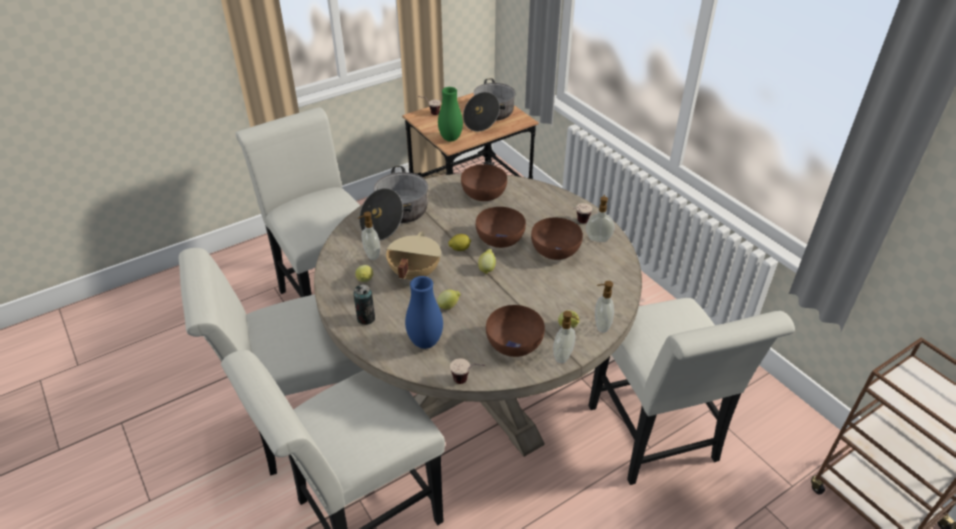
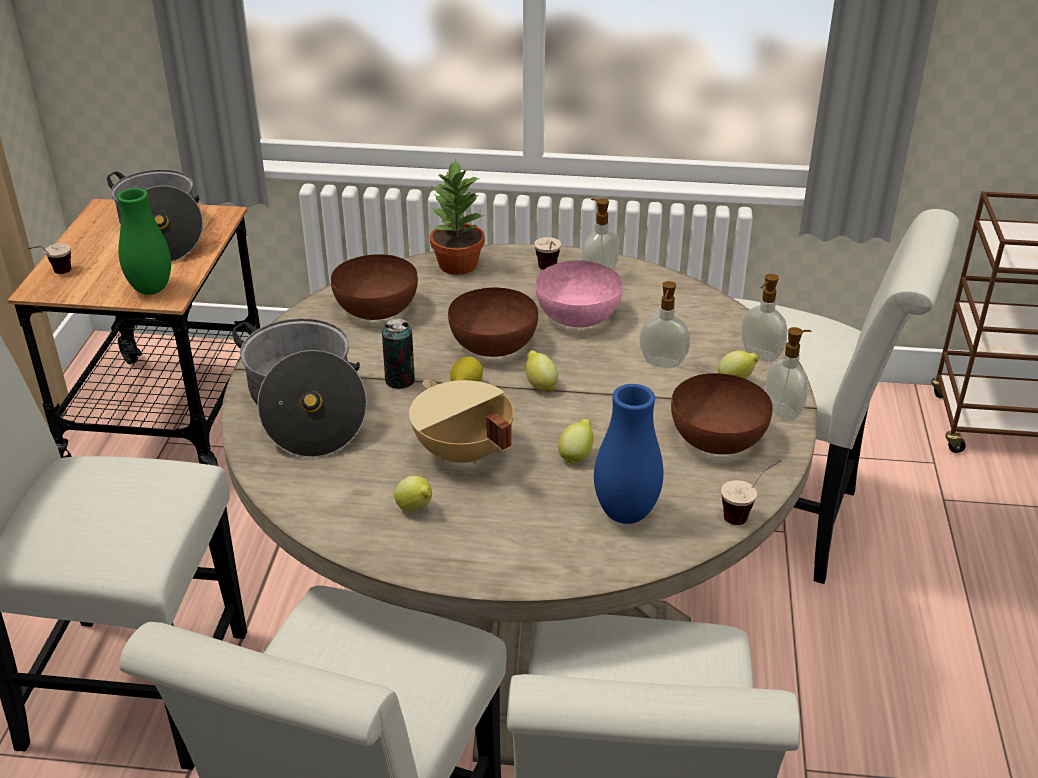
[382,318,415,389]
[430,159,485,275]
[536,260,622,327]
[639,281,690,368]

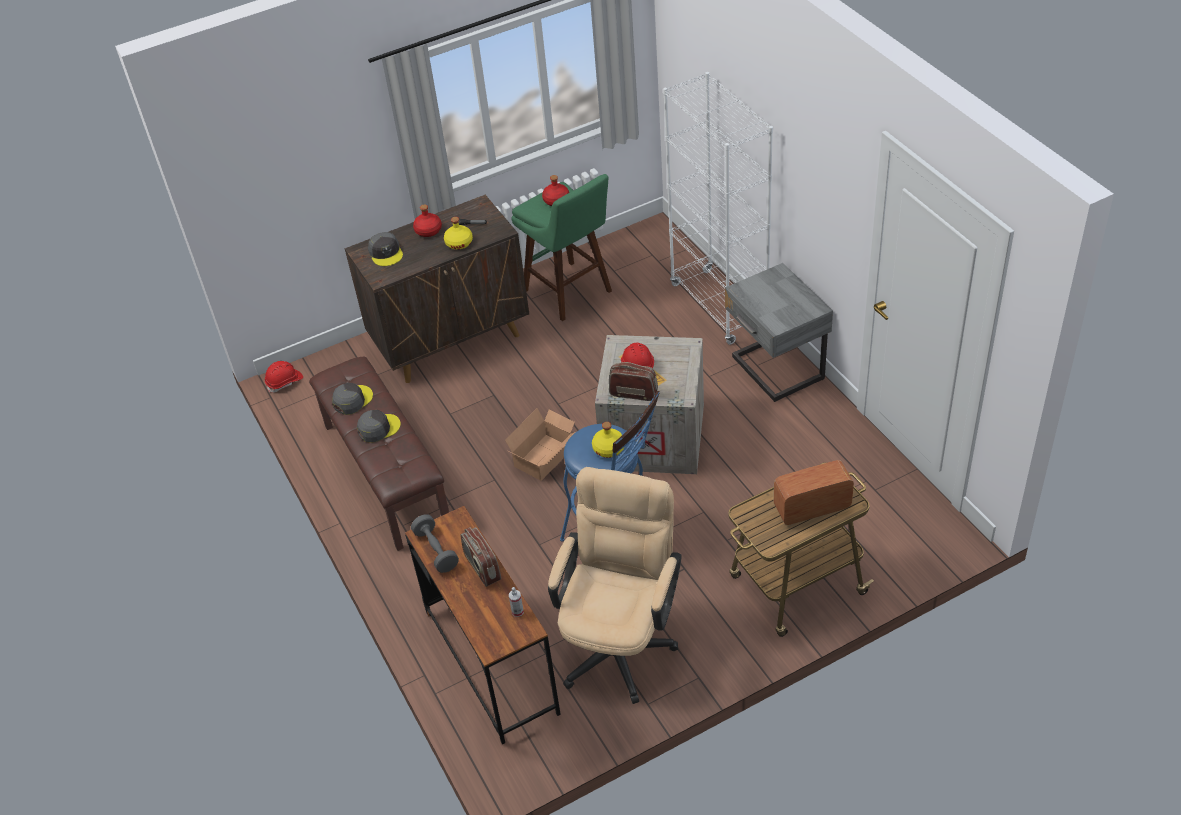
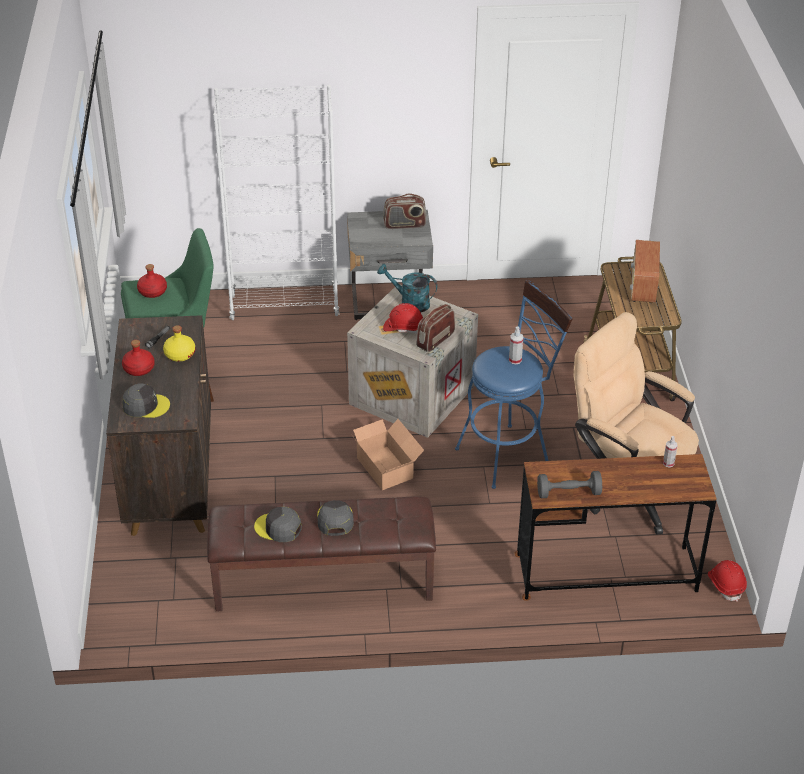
[254,507,302,542]
[377,264,438,312]
[383,193,427,229]
[509,326,523,364]
[708,560,747,602]

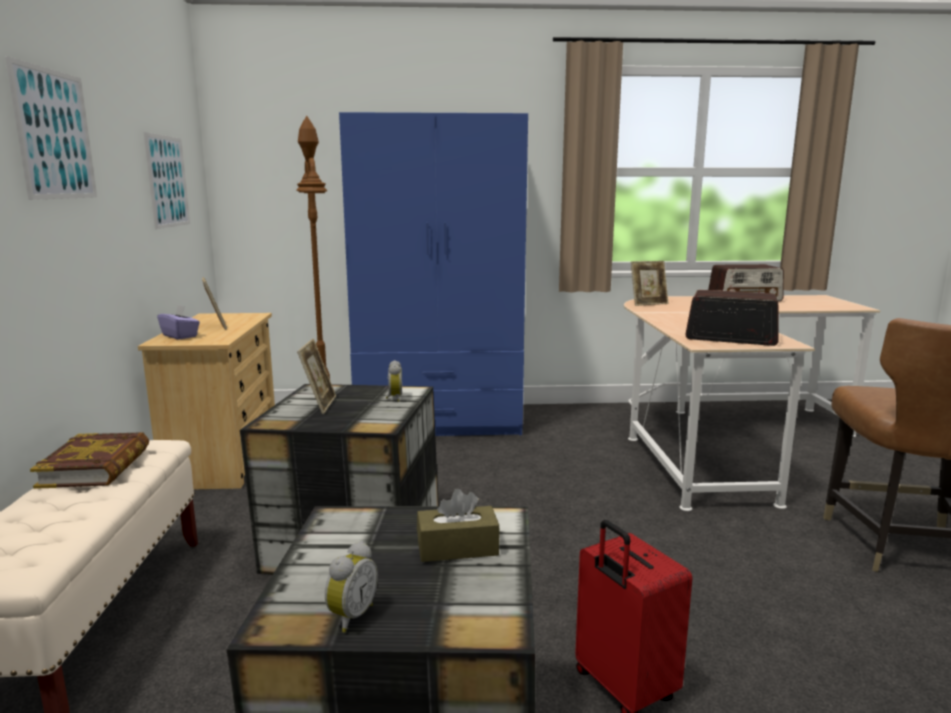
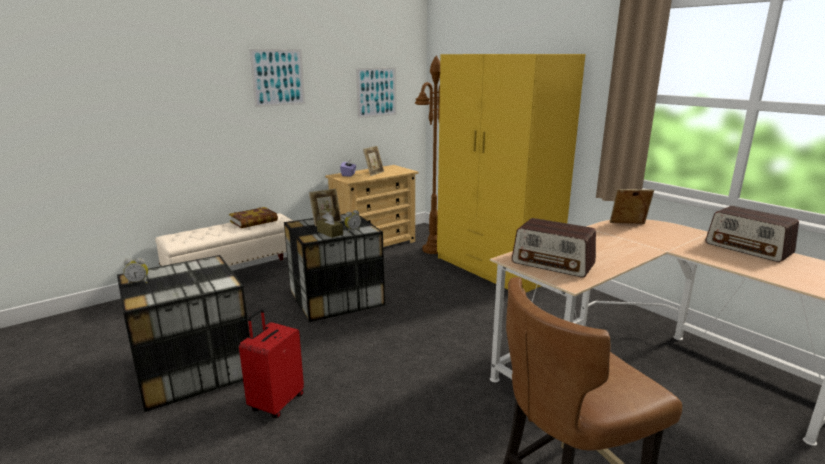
[317,212,343,238]
[437,54,586,292]
[512,218,596,278]
[610,189,654,224]

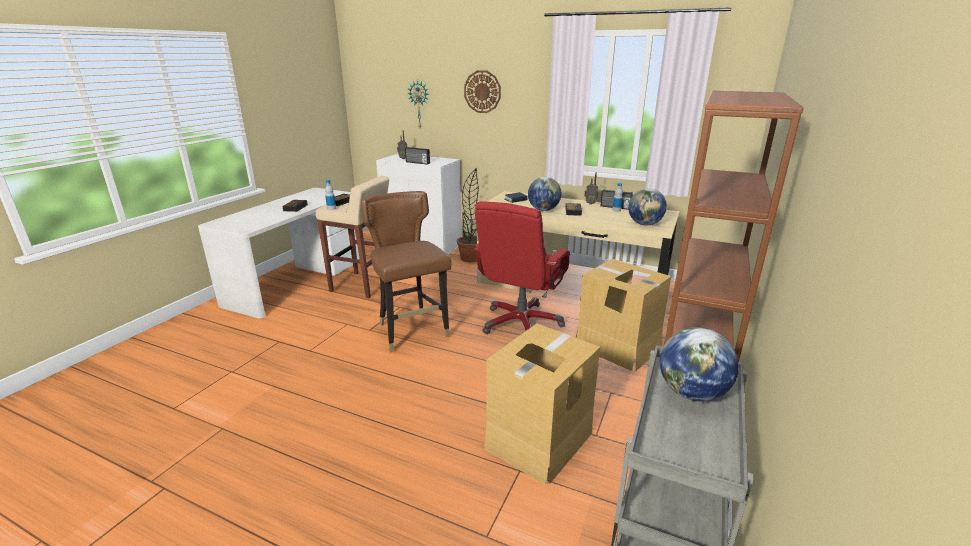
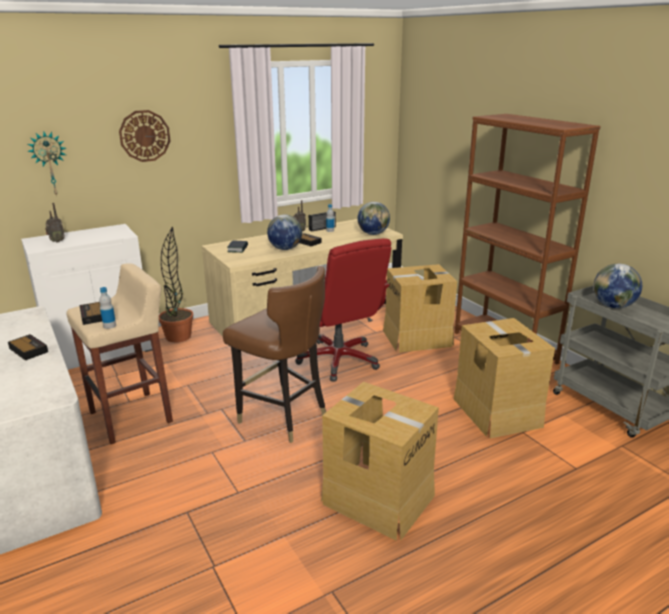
[223,266,326,443]
[321,382,439,541]
[405,147,430,165] (first image)

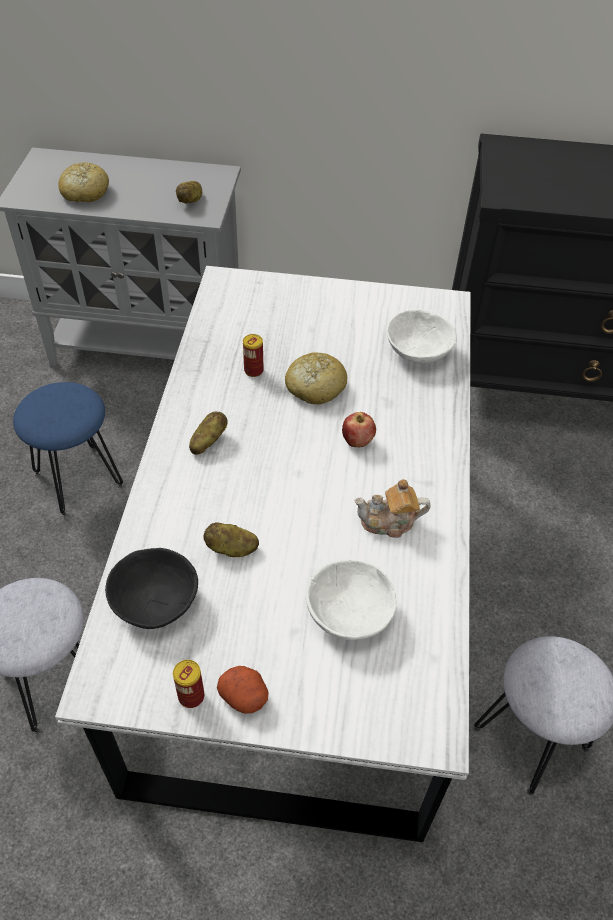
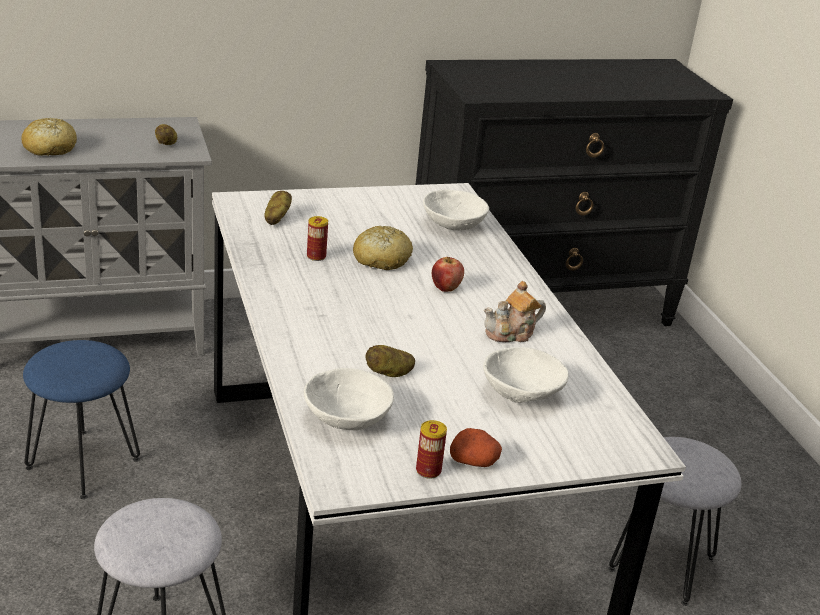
[264,191,292,225]
[304,368,394,430]

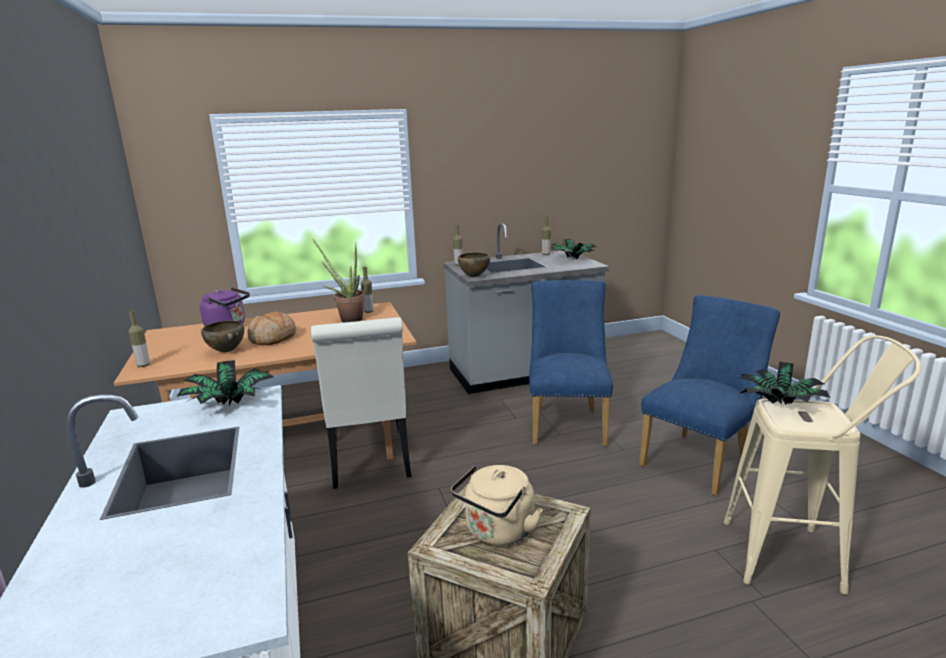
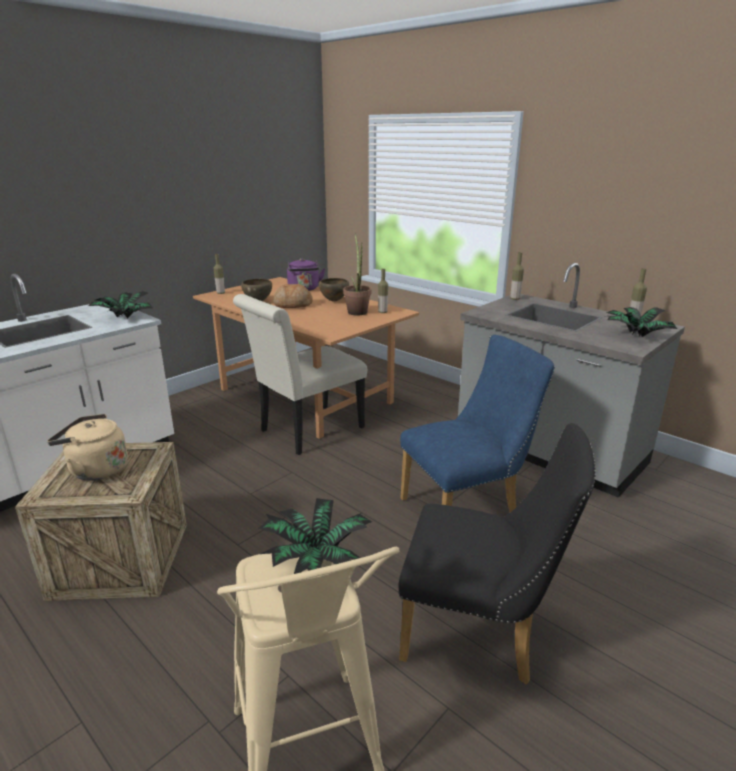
[319,278,349,301]
[399,423,596,684]

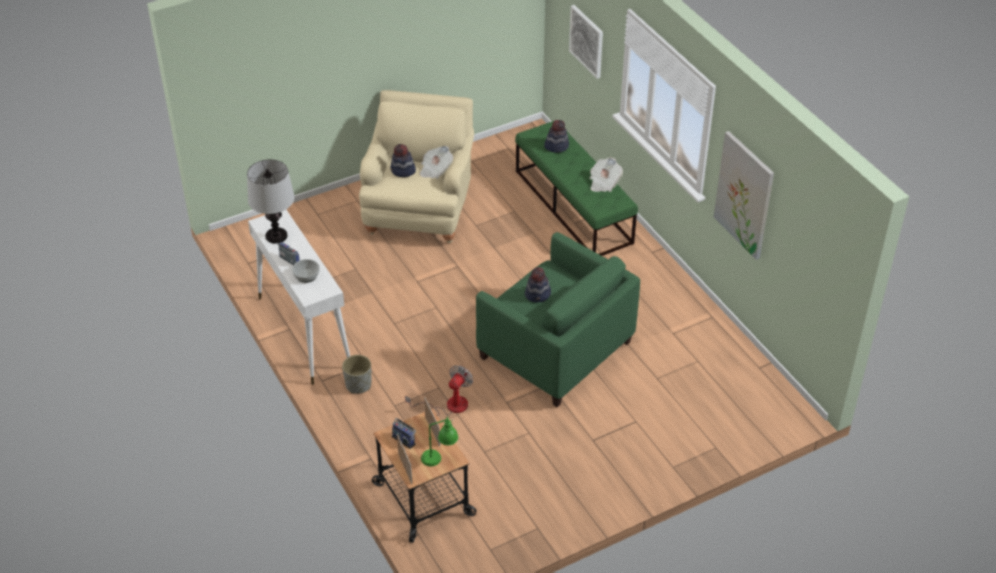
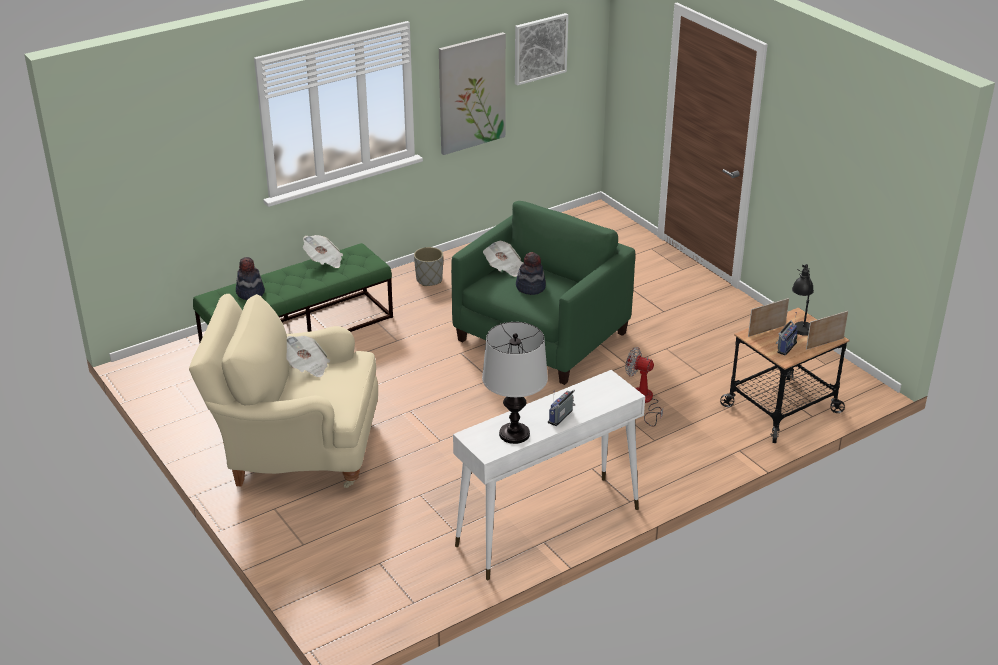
[414,247,443,286]
[483,241,523,277]
[515,13,568,85]
[792,264,814,336]
[292,259,320,283] (first image)
[390,144,416,177] (first image)

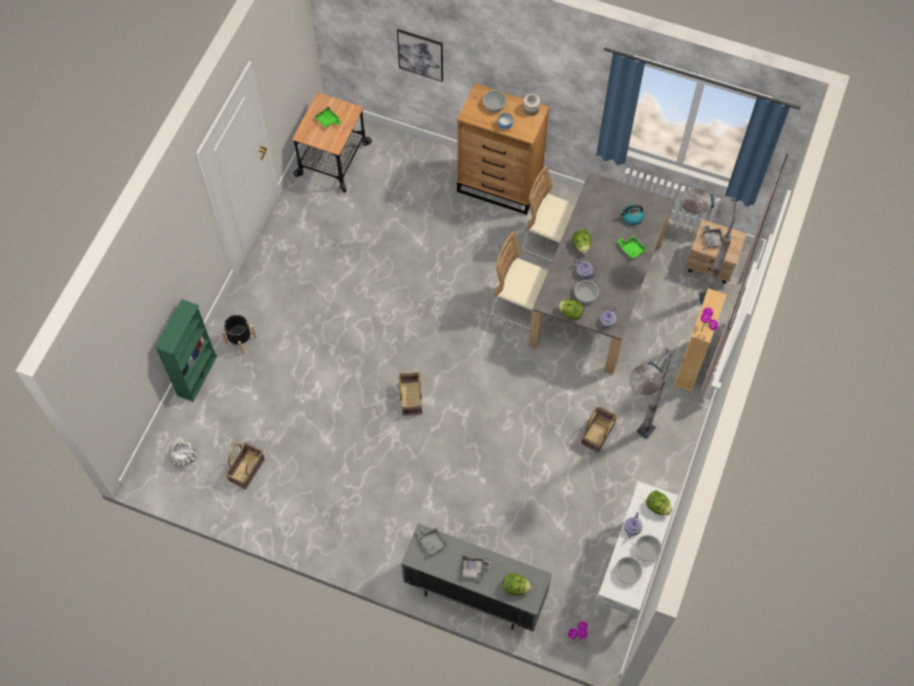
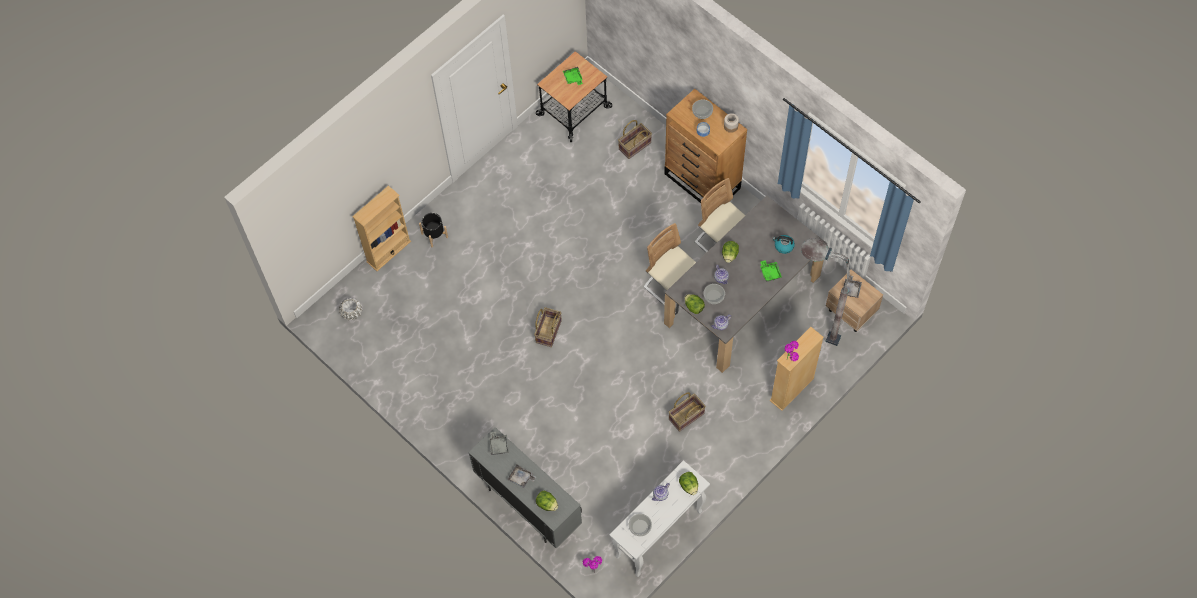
[352,186,411,271]
[618,120,652,159]
[397,29,443,82] (first image)
[629,348,672,439] (first image)
[635,535,662,562] (first image)

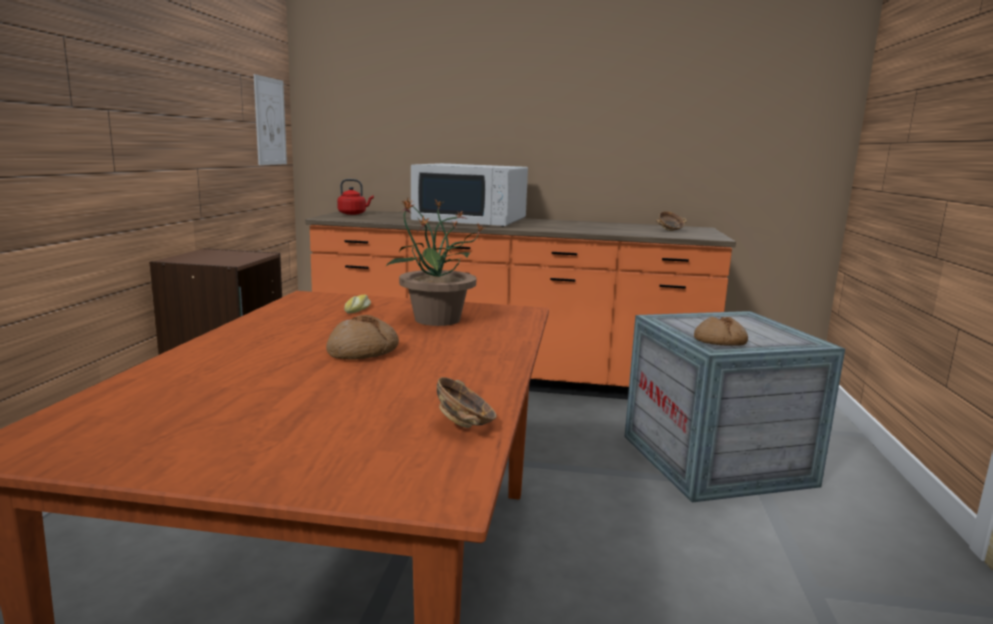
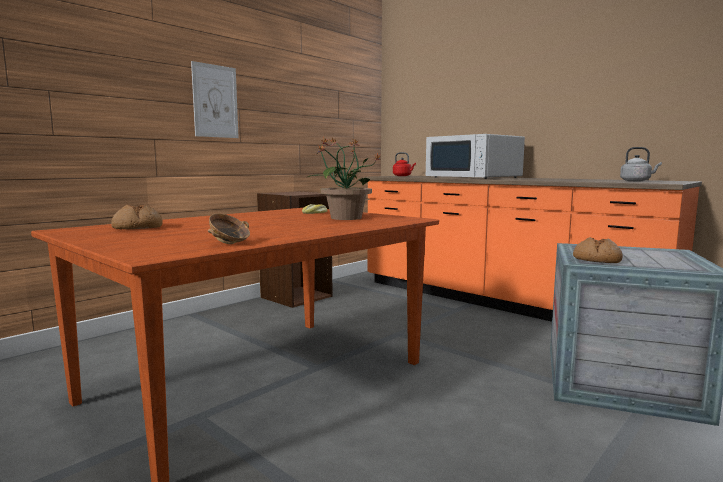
[111,204,163,229]
[191,61,239,138]
[620,147,662,181]

